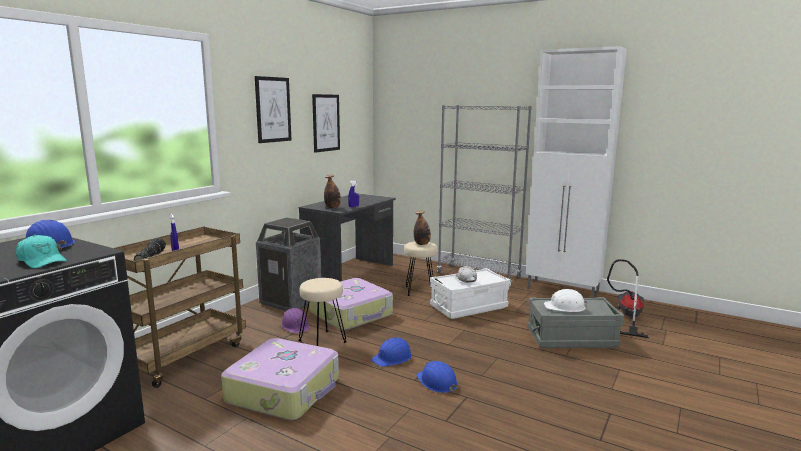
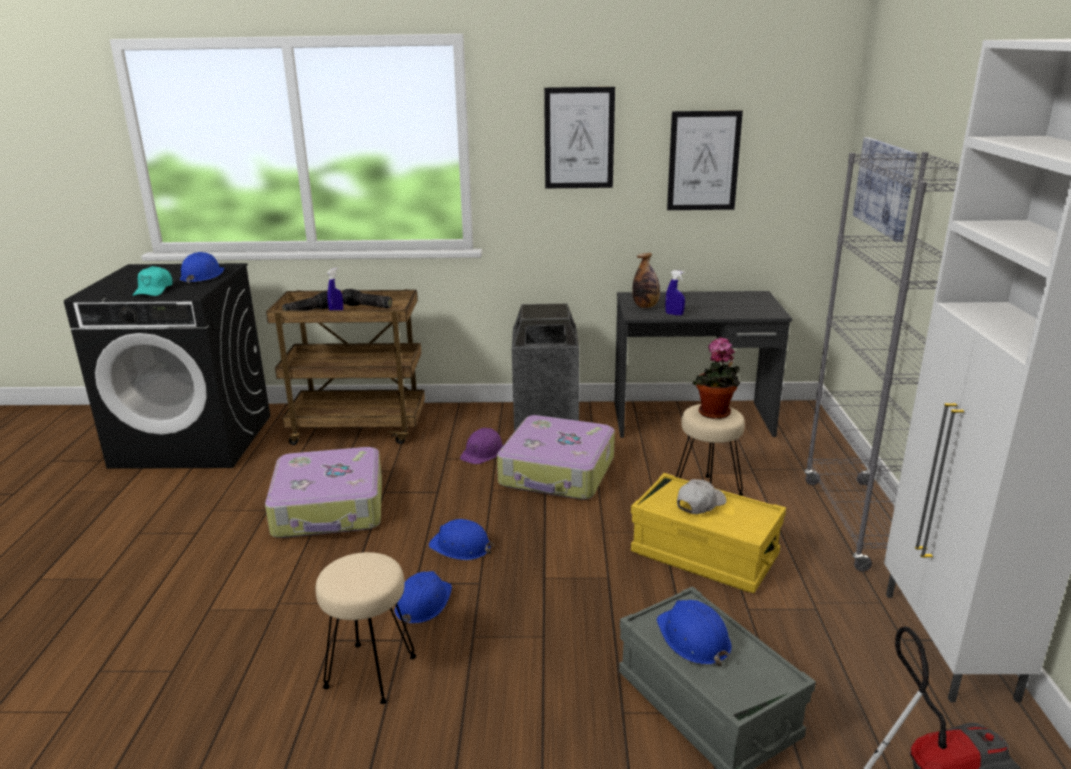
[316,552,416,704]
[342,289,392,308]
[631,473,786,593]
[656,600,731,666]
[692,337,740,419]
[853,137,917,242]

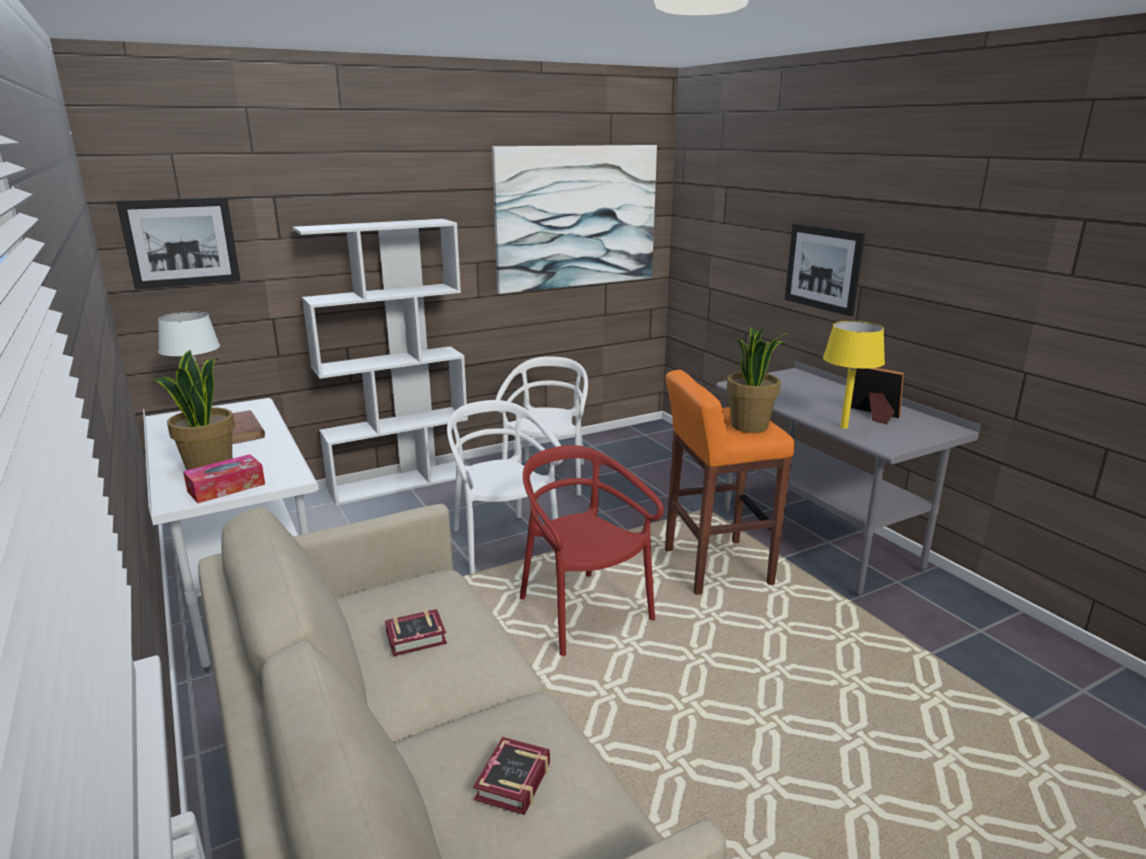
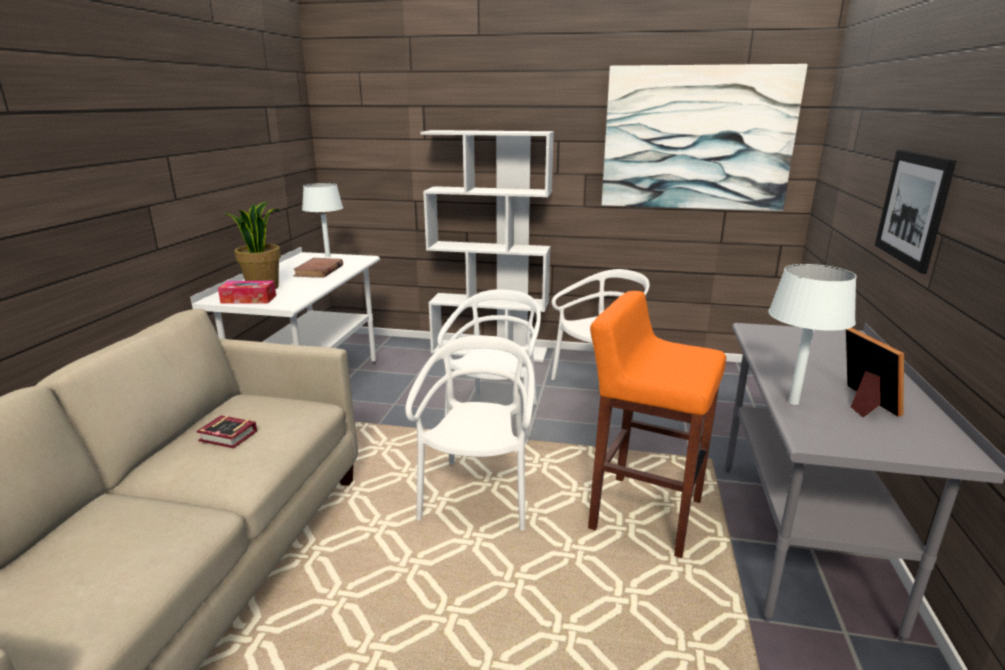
[406,336,534,530]
[768,264,857,405]
[116,197,241,290] (first image)
[473,737,550,815] (first image)
[727,327,788,433] (first image)

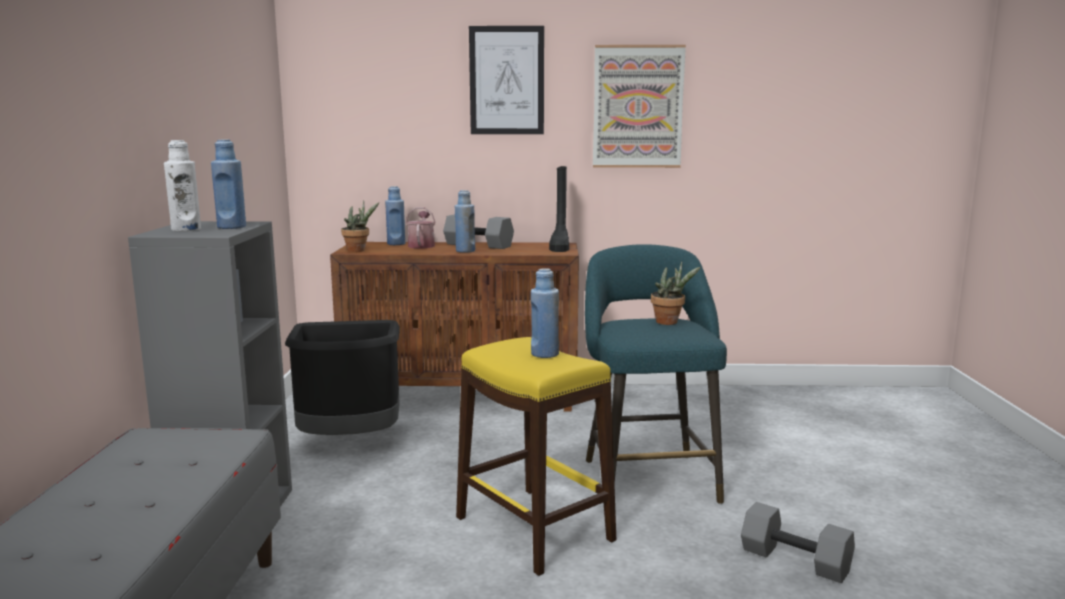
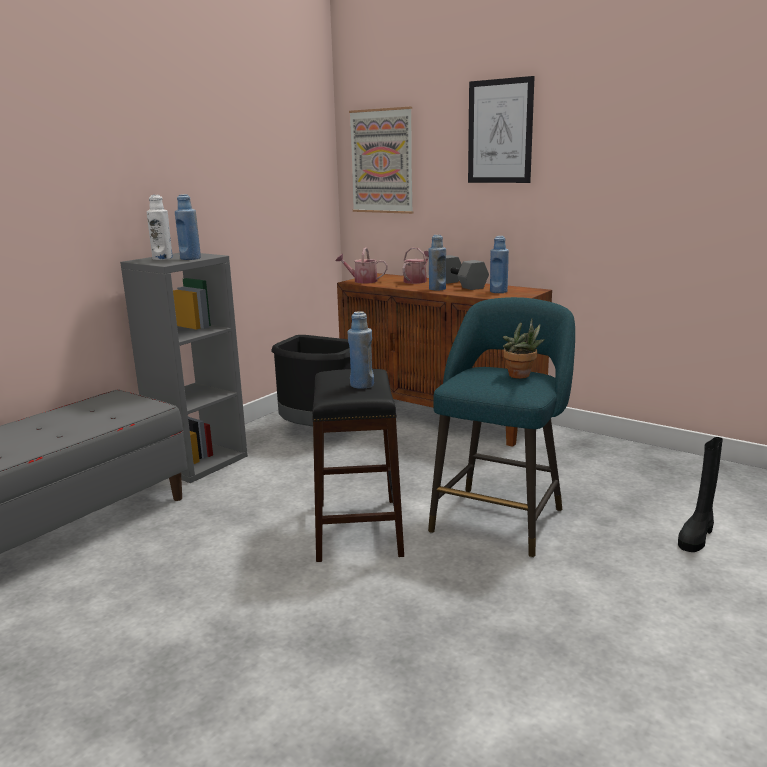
[312,369,404,562]
[336,248,388,284]
[349,107,413,214]
[490,236,509,293]
[678,437,723,552]
[741,502,855,583] (first image)

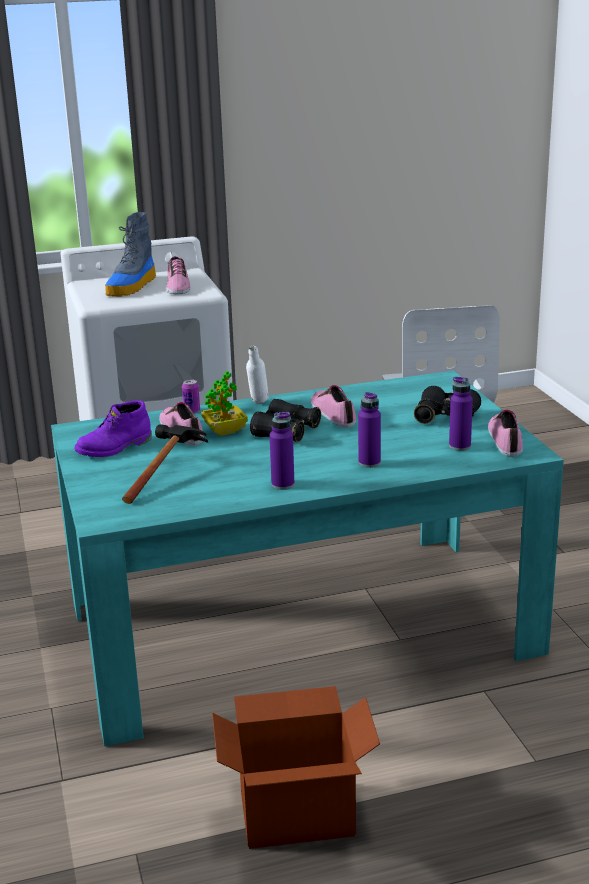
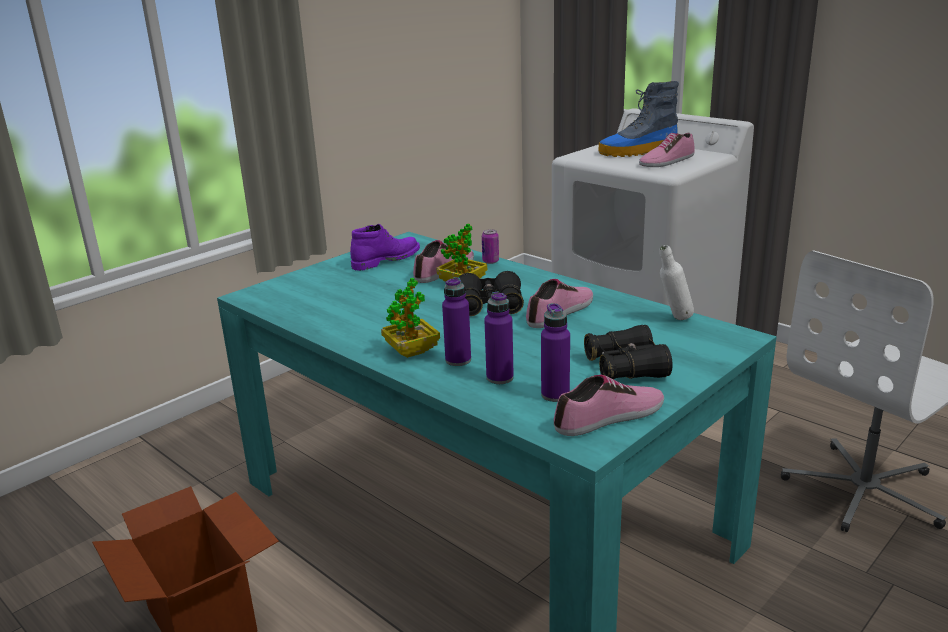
[350,224,420,271]
[381,278,440,358]
[484,292,514,384]
[659,245,694,320]
[122,424,208,504] (first image)

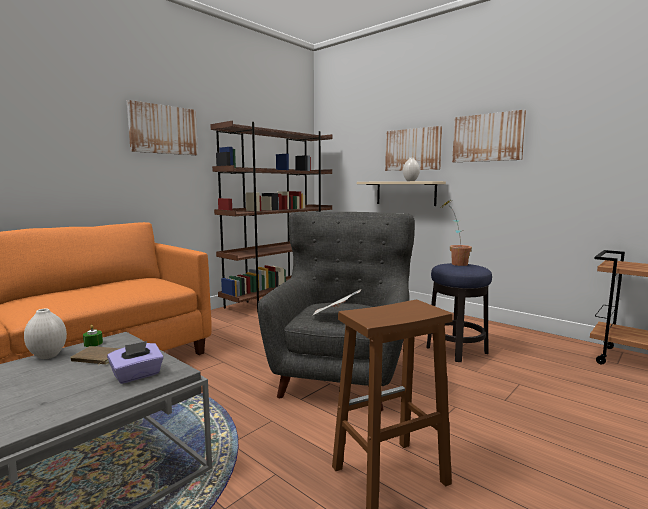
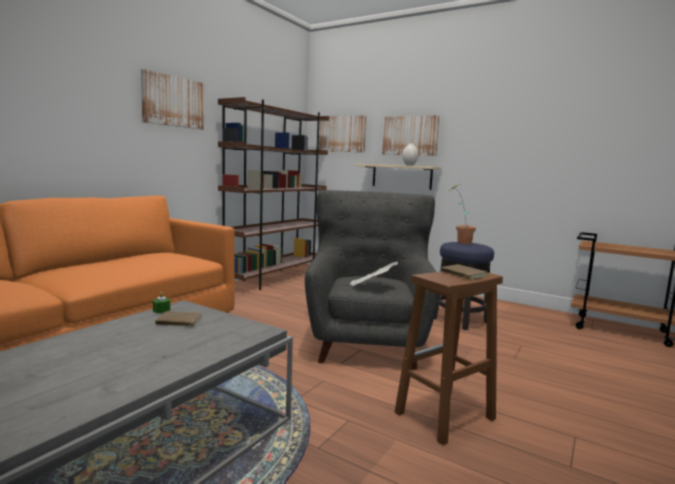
[319,115,366,152]
[442,264,487,279]
[24,309,67,359] (first image)
[107,341,164,384] (first image)

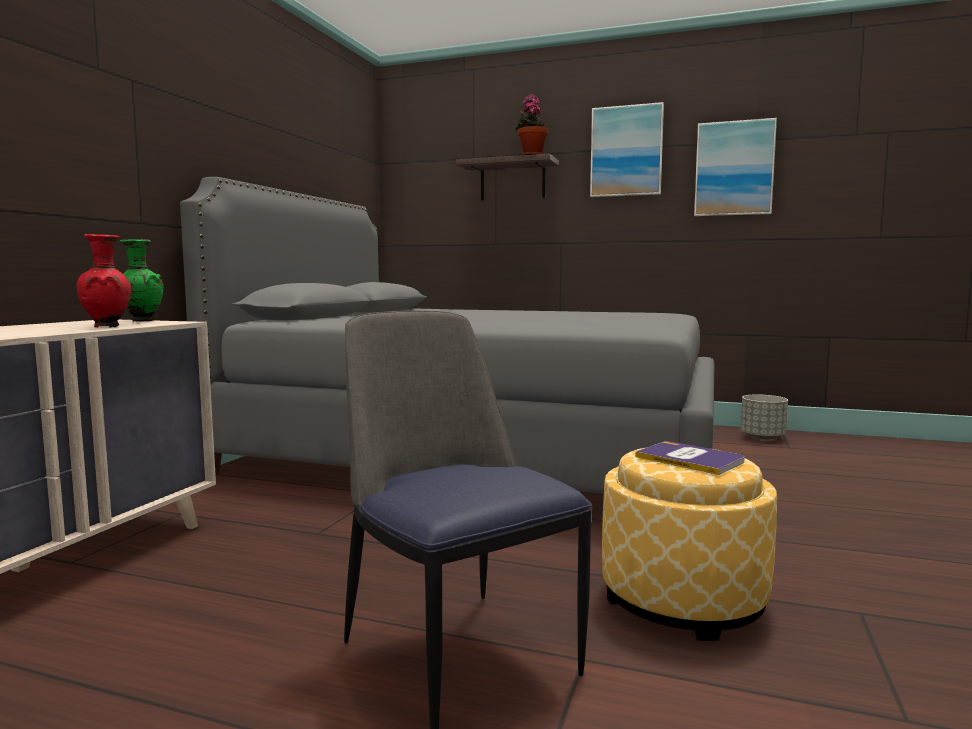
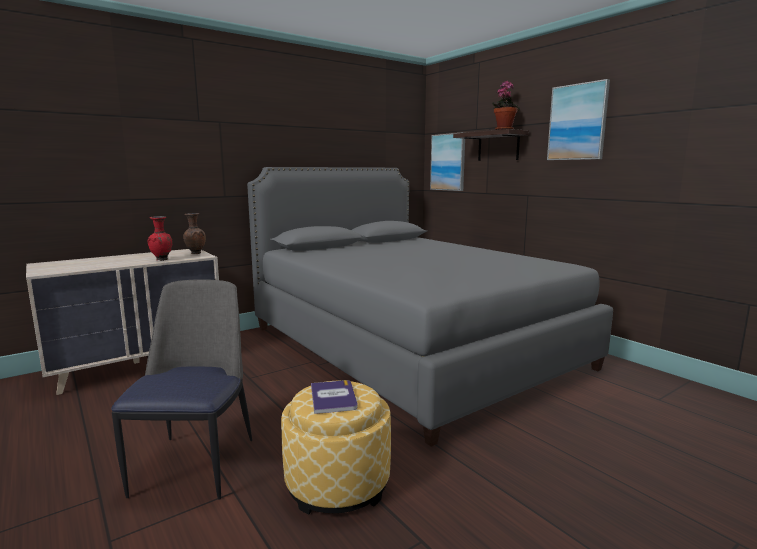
[183,213,206,254]
[430,132,465,191]
[741,394,788,440] (first image)

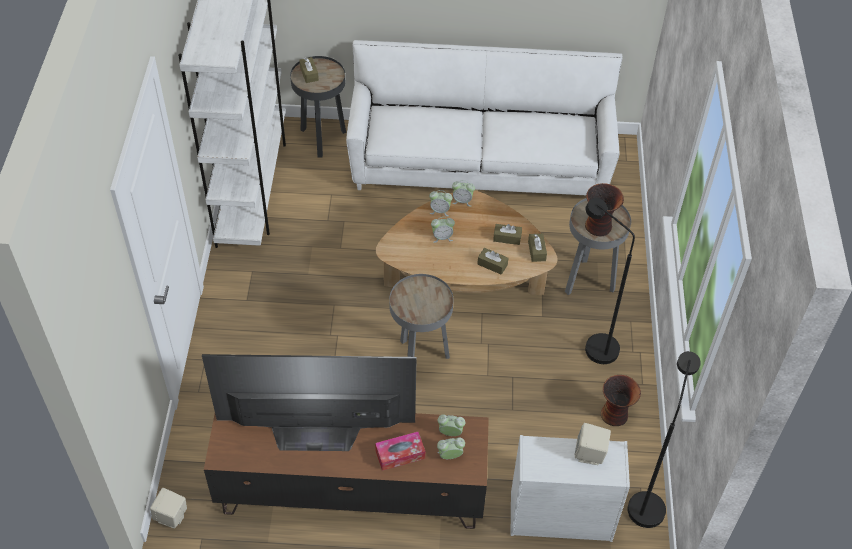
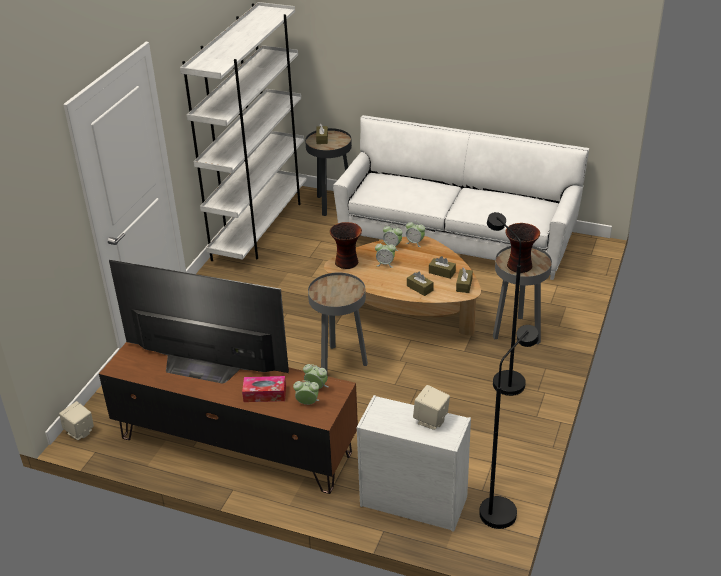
[330,222,362,269]

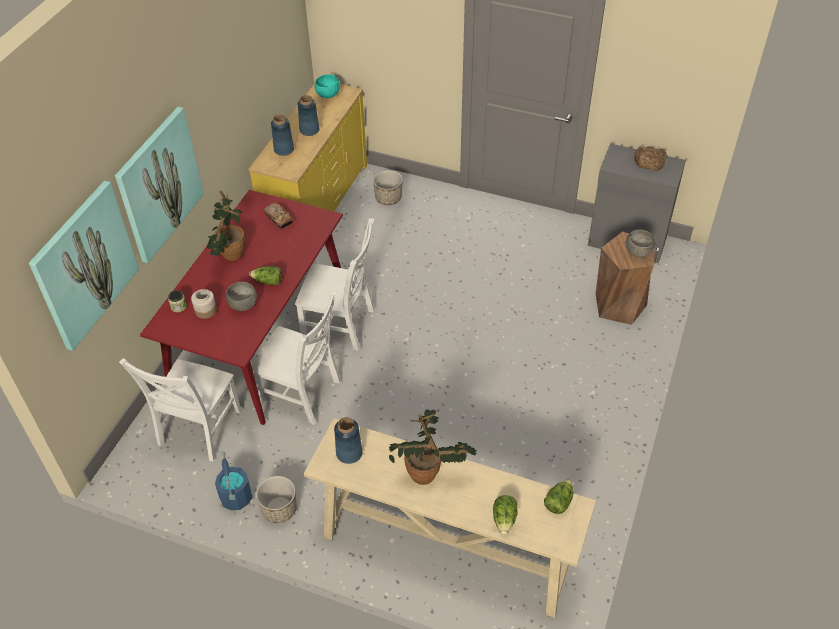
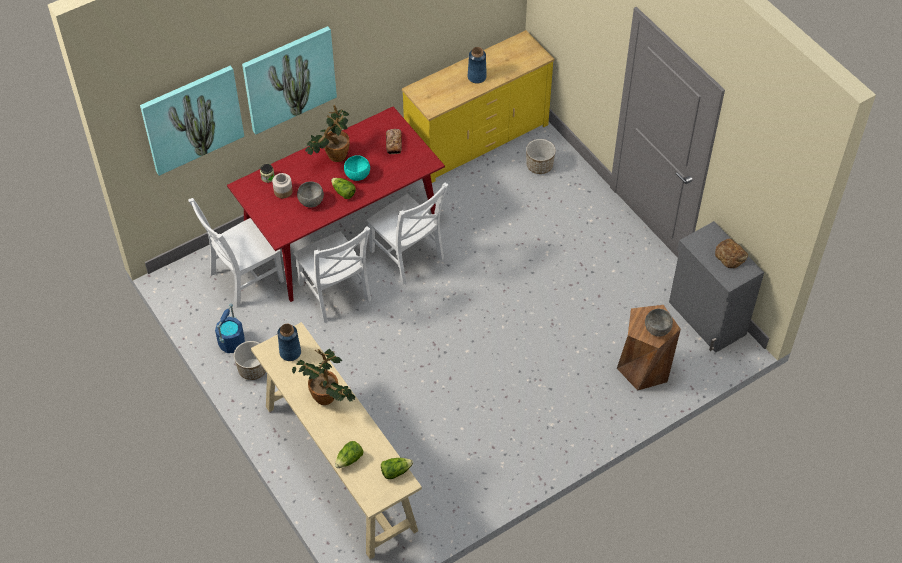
[344,155,370,181]
[271,114,294,156] (first image)

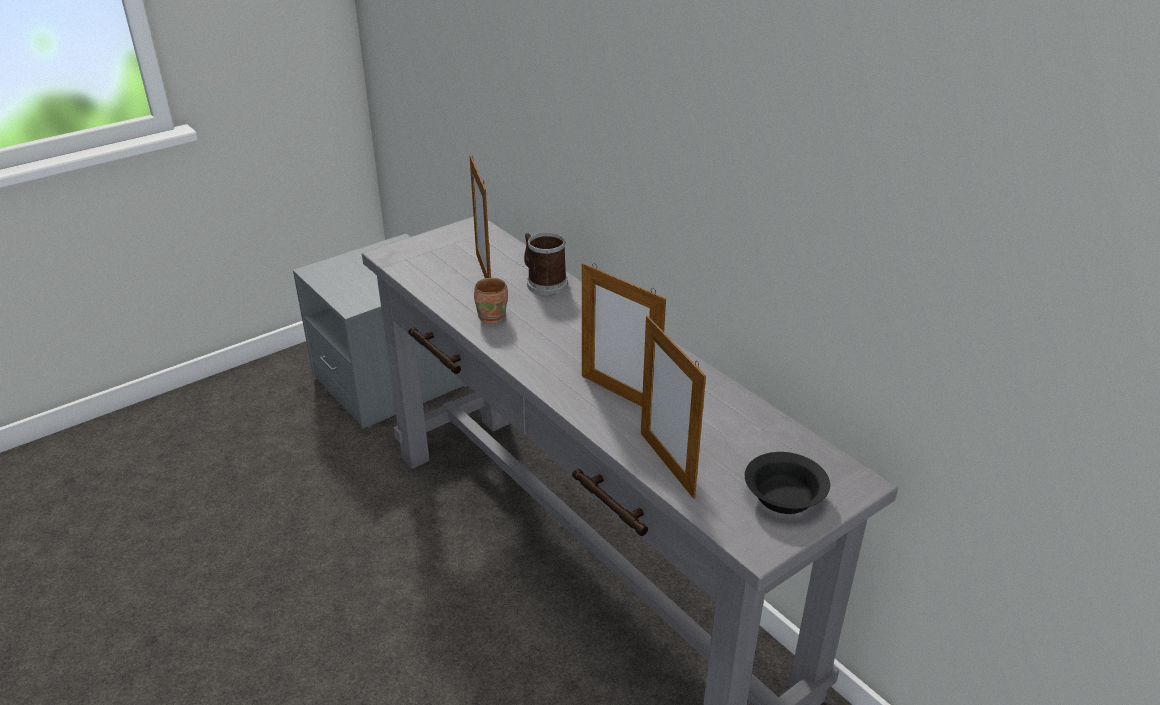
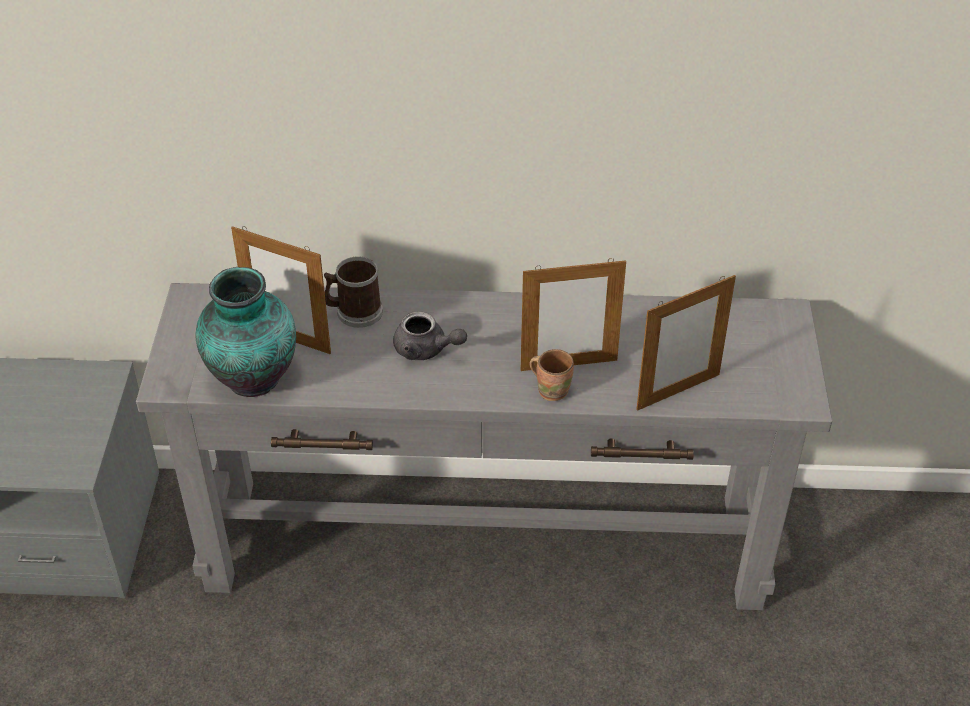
[195,267,296,397]
[393,312,467,360]
[530,349,574,401]
[636,275,736,411]
[745,452,830,514] (first image)

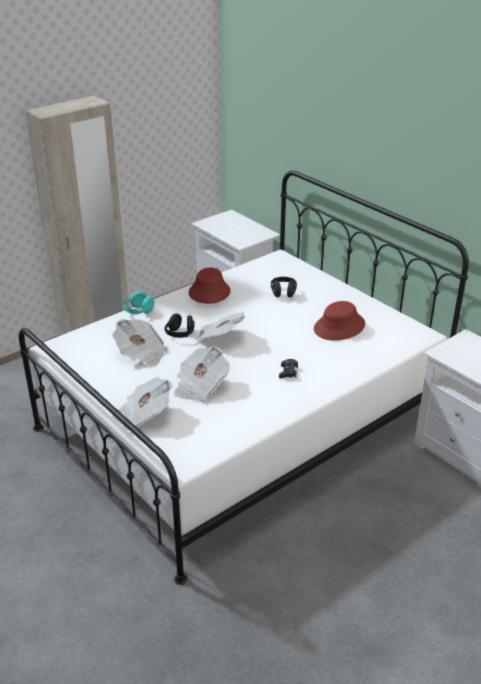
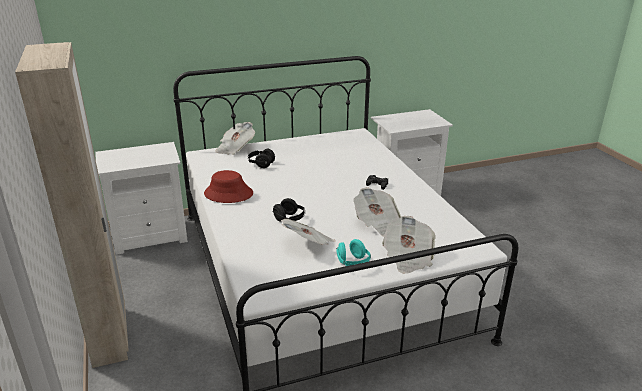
[215,122,255,155]
[337,239,371,266]
[314,301,365,341] (first image)

